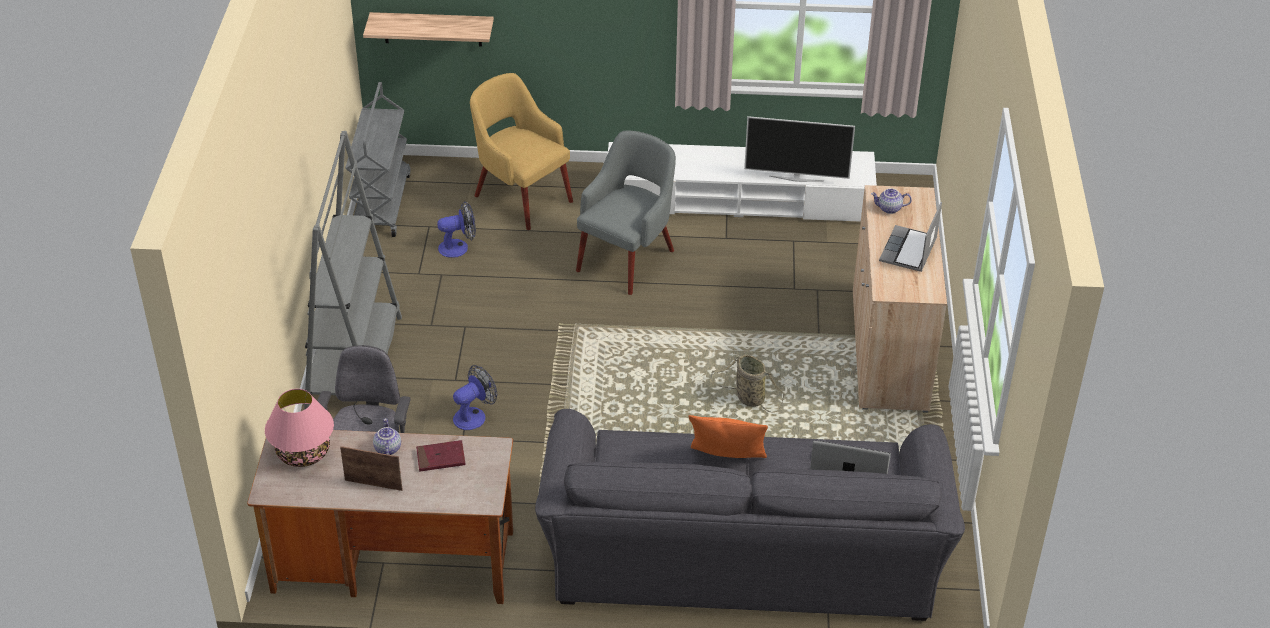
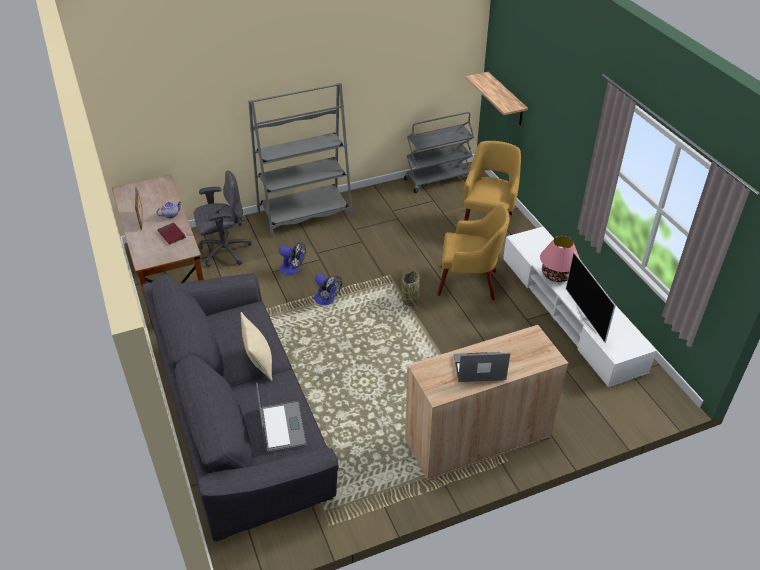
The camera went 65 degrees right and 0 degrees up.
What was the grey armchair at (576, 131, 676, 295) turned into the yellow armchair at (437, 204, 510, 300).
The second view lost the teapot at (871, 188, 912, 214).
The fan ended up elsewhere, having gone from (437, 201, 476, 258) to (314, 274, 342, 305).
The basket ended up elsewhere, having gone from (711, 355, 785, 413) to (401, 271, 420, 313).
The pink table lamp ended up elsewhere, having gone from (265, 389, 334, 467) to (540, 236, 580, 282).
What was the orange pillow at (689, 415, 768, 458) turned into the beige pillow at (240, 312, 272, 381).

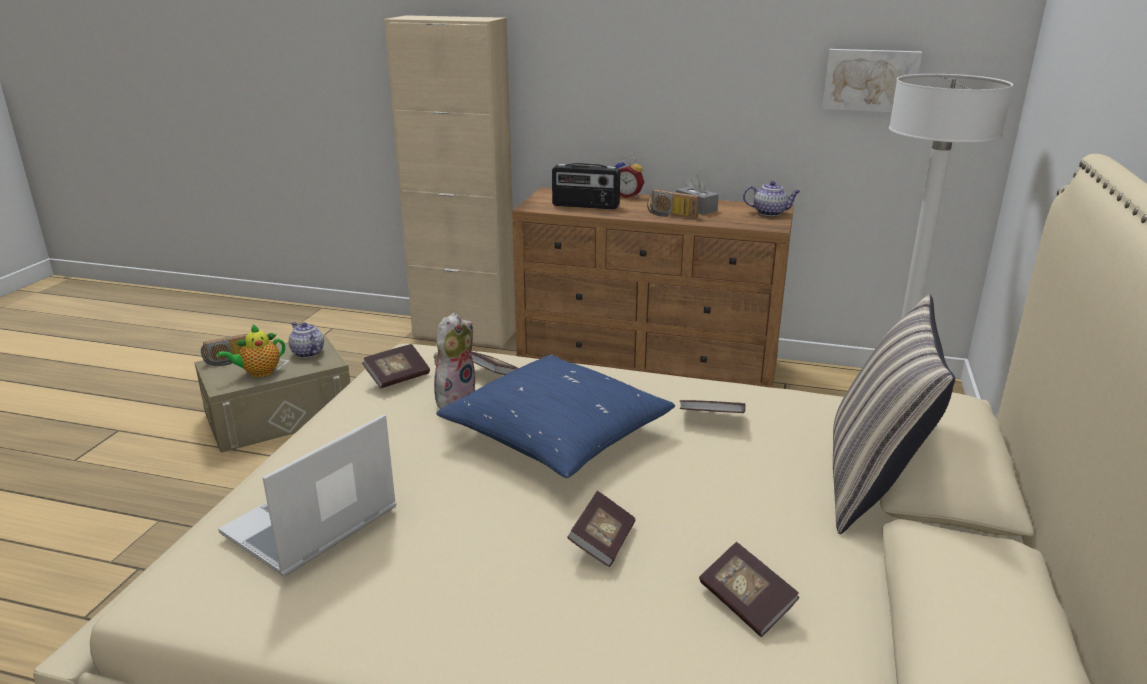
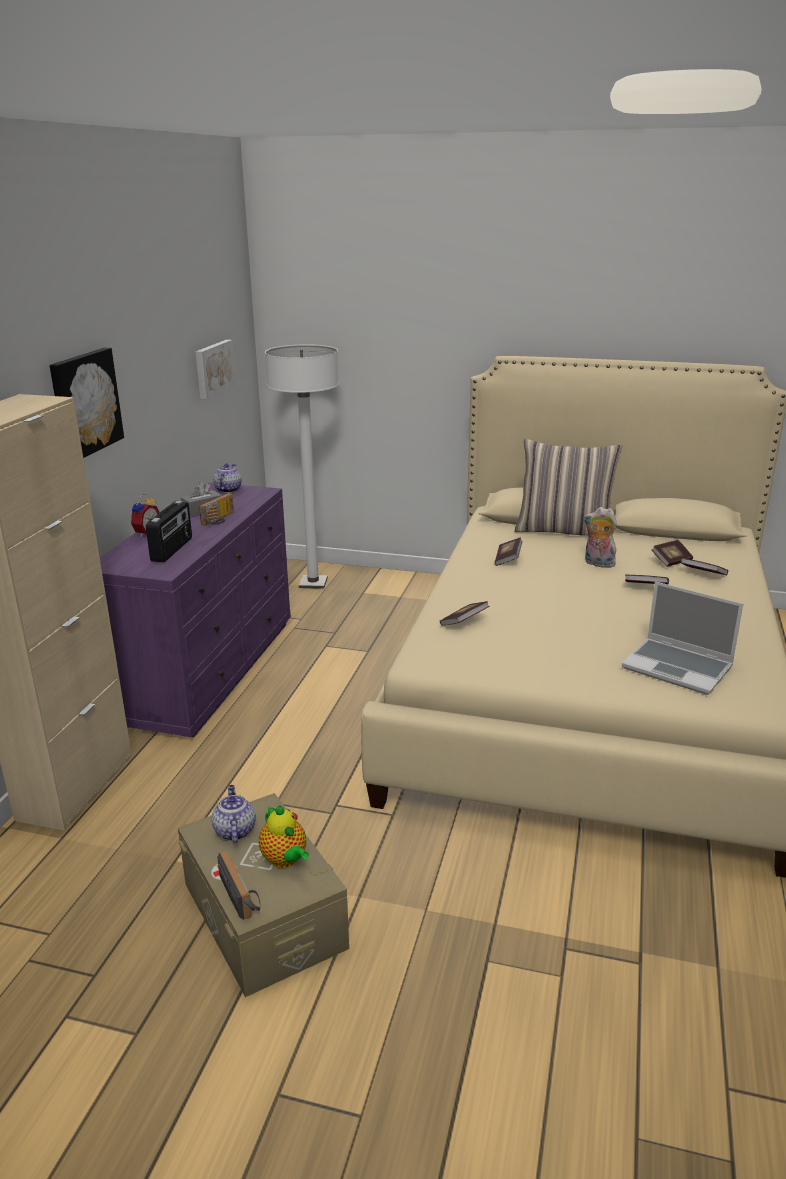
The camera went 90 degrees left and 0 degrees up.
What was the brown dresser at (512, 187, 794, 388) turned into the purple dresser at (100, 483, 291, 737).
The plush toy ended up elsewhere, having gone from (434, 313, 475, 409) to (584, 507, 617, 568).
The teapot at (289, 322, 324, 358) ended up facing another way, 120 degrees clockwise from before.
The book ended up elsewhere, having gone from (362, 344, 430, 388) to (680, 558, 728, 575).
The second view lost the blue pillow at (436, 355, 675, 478).
The second view gained the picture at (49, 348, 124, 458).

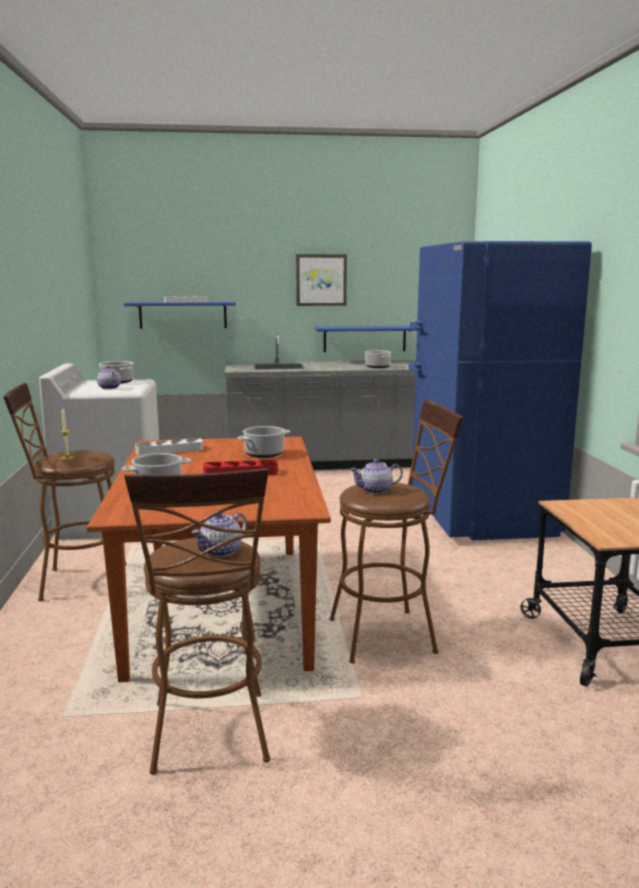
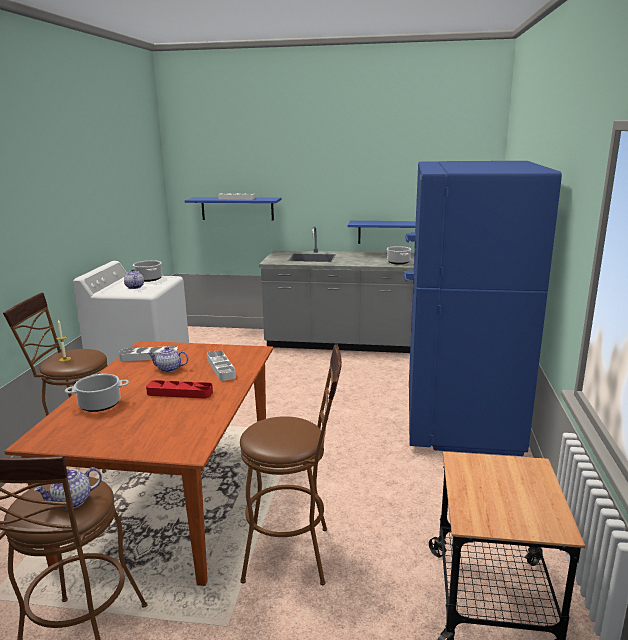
The camera went 15 degrees right and 5 degrees up.
The second view lost the picture at (296, 254, 347, 306).
Where the cooking pot stood at (237, 426, 290, 458), the grey tray came to stand at (207, 350, 236, 381).
The teapot ended up elsewhere, having gone from (350, 459, 403, 494) to (148, 347, 188, 372).

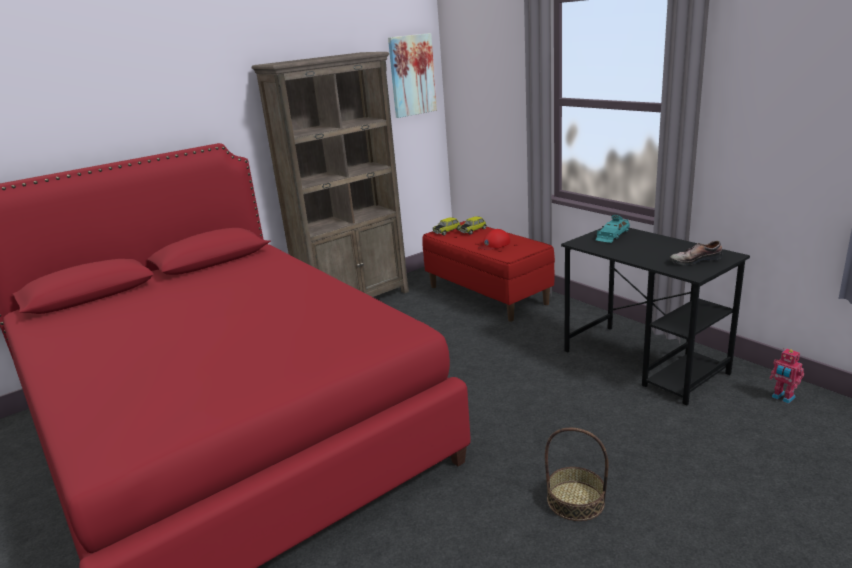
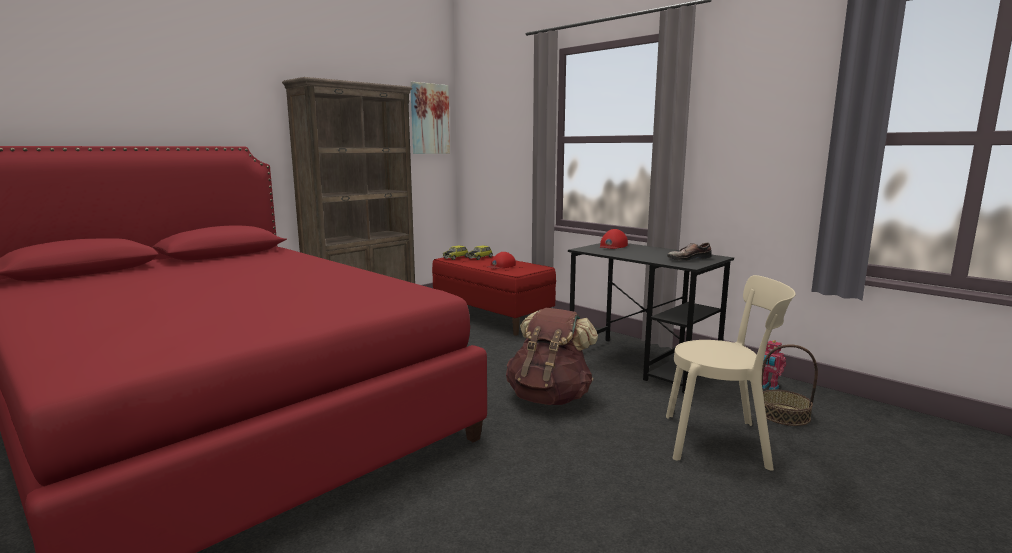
The camera went 10 degrees left and 10 degrees down.
Where the turquoise toy car stood at (596, 215, 630, 243), the red cap came to stand at (599, 229, 628, 249).
The basket ended up elsewhere, having gone from (545, 428, 608, 521) to (762, 344, 818, 426).
The second view gained the beige chair at (666, 275, 796, 471).
The second view gained the brown backpack at (506, 308, 598, 405).

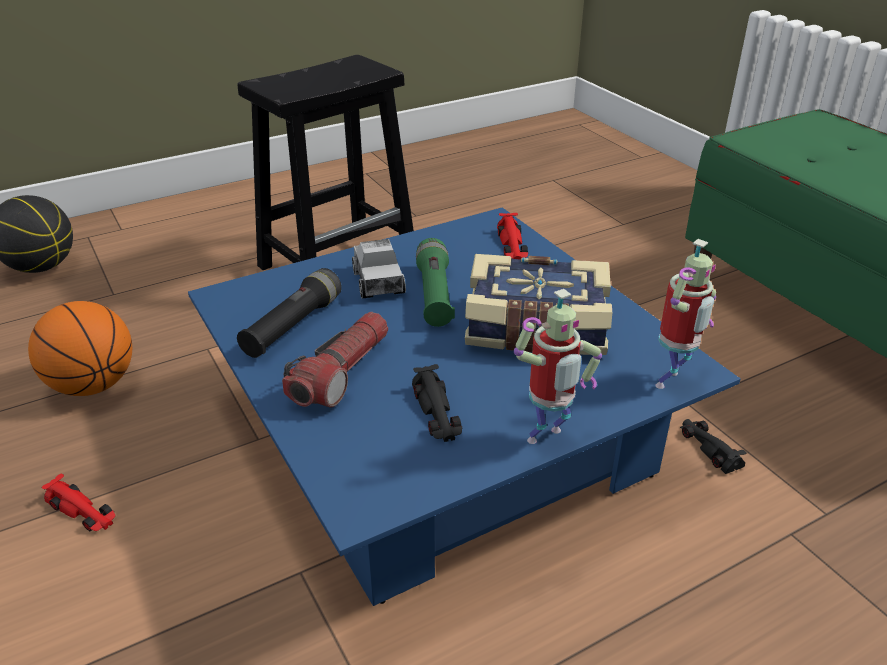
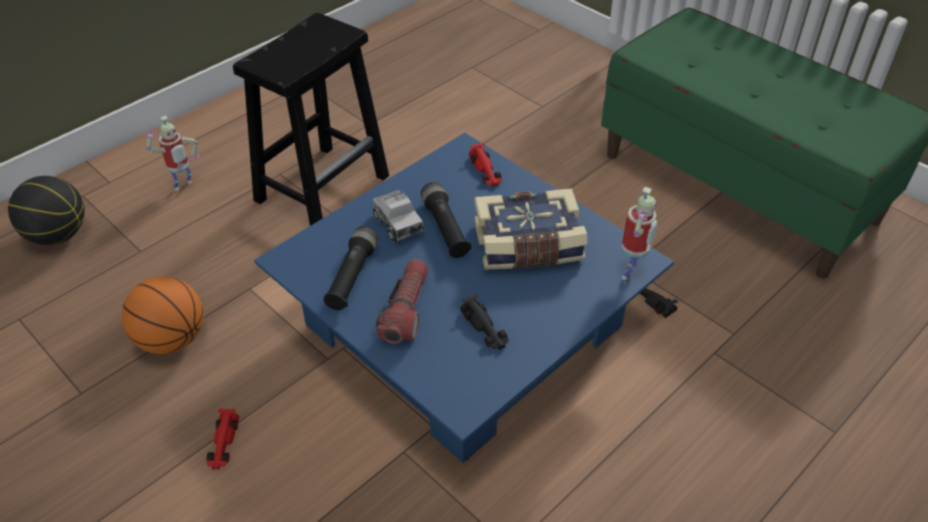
The camera went 15 degrees left and 10 degrees up.
What was the green flashlight at (416, 238, 455, 327) turned into the black flashlight at (421, 182, 471, 258).
The toy robot ended up elsewhere, having gone from (514, 289, 602, 444) to (147, 116, 199, 191).
The red toy car at (41, 473, 115, 532) ended up facing another way, 75 degrees clockwise from before.

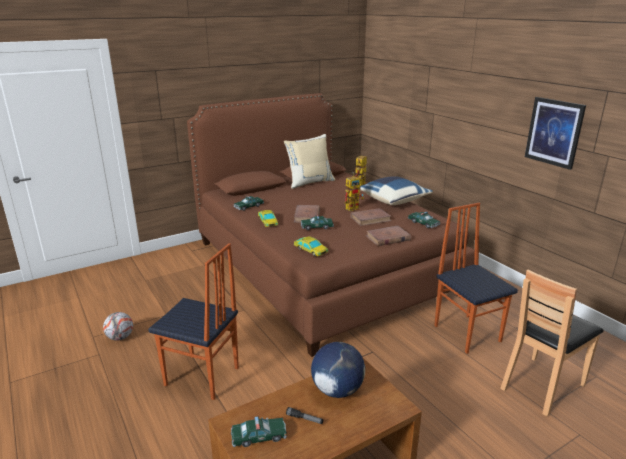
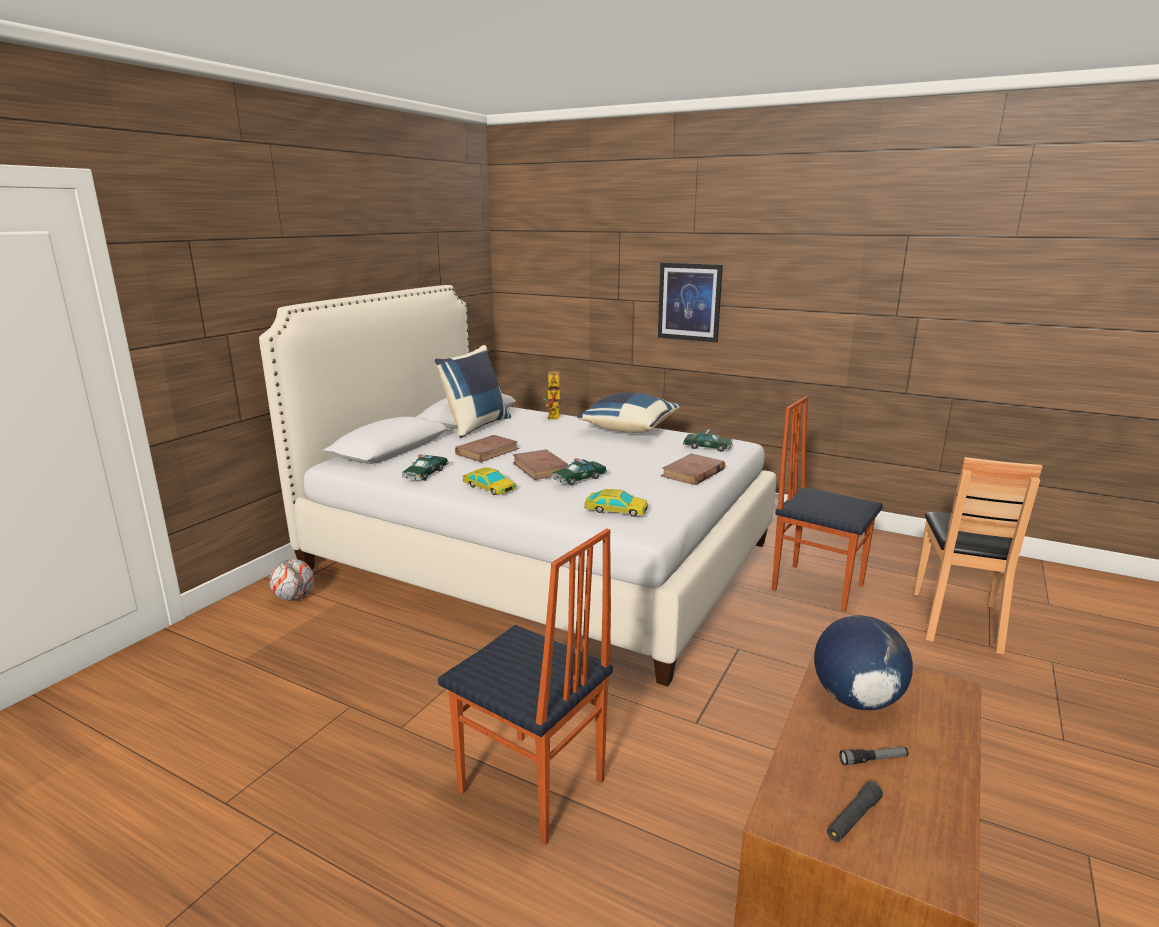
The camera went 30 degrees left and 5 degrees down.
What was the brown bed at (187, 93, 475, 357) turned into the white bed at (259, 285, 776, 687).
The picture ended up elsewhere, having gone from (525, 97, 586, 170) to (658, 263, 723, 342).
What was the beige pillow at (284, 134, 335, 189) turned into the blue pillow at (434, 345, 511, 438).
The second view lost the toy robot at (344, 175, 364, 211).
The brown book ended up elsewhere, having gone from (350, 208, 392, 226) to (455, 435, 519, 462).
The chair at (148, 243, 239, 400) ended up facing another way, 45 degrees clockwise from before.
The football ended up elsewhere, having gone from (103, 312, 133, 341) to (269, 559, 314, 601).
Where the toy car stood at (231, 417, 287, 447), the black flashlight came to stand at (827, 782, 883, 842).

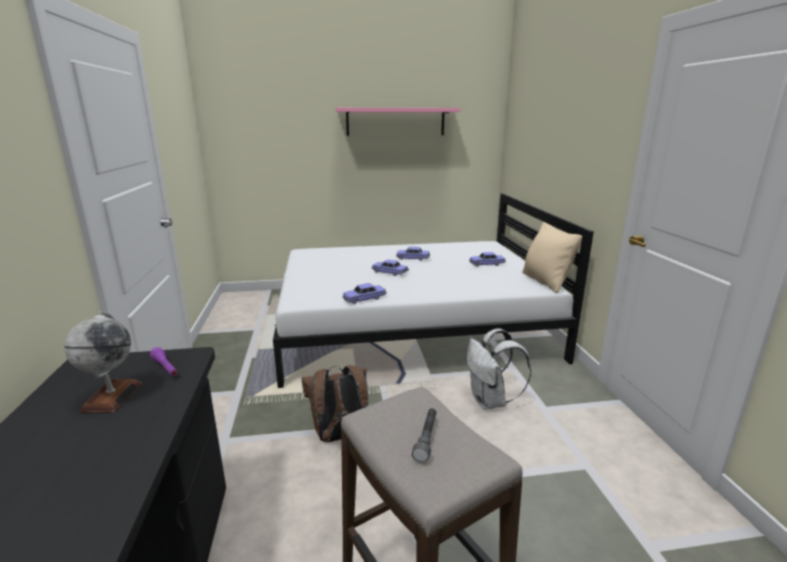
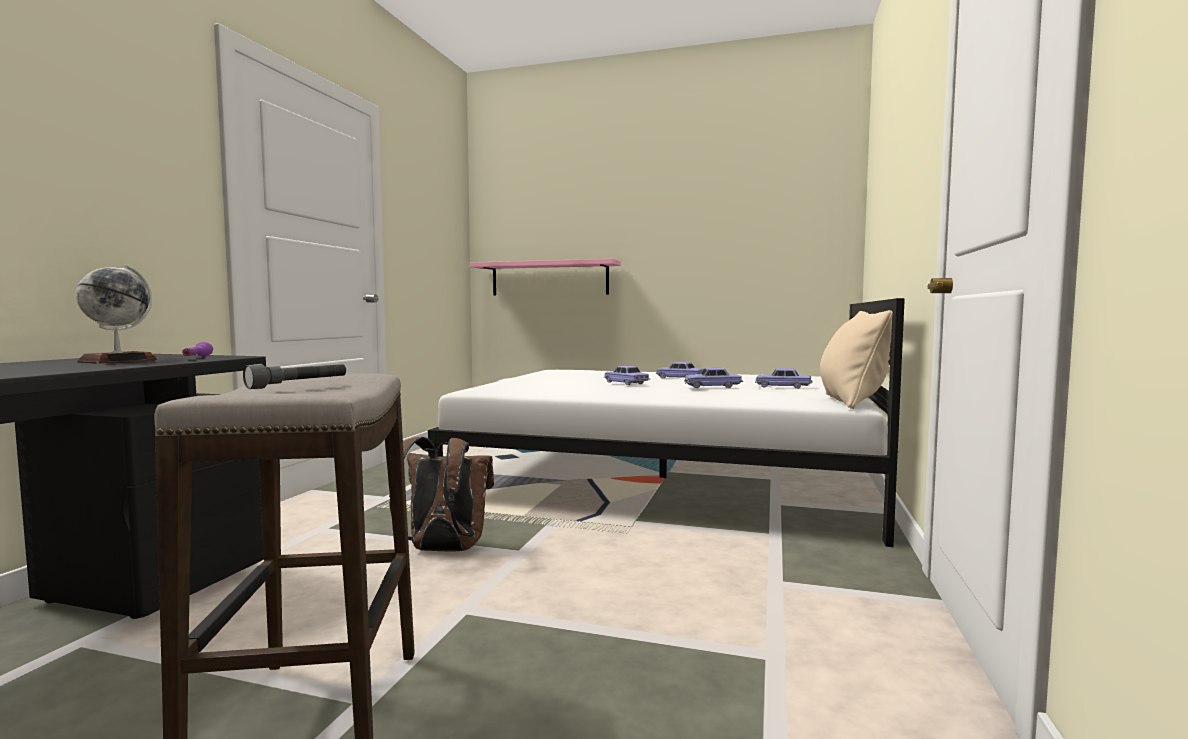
The camera went 25 degrees right and 15 degrees down.
The pink shelf ended up elsewhere, having gone from (336, 108, 460, 136) to (470, 259, 621, 296).
The toy car ended up elsewhere, having gone from (342, 283, 387, 304) to (684, 368, 743, 388).
The second view lost the white backpack at (467, 329, 531, 409).

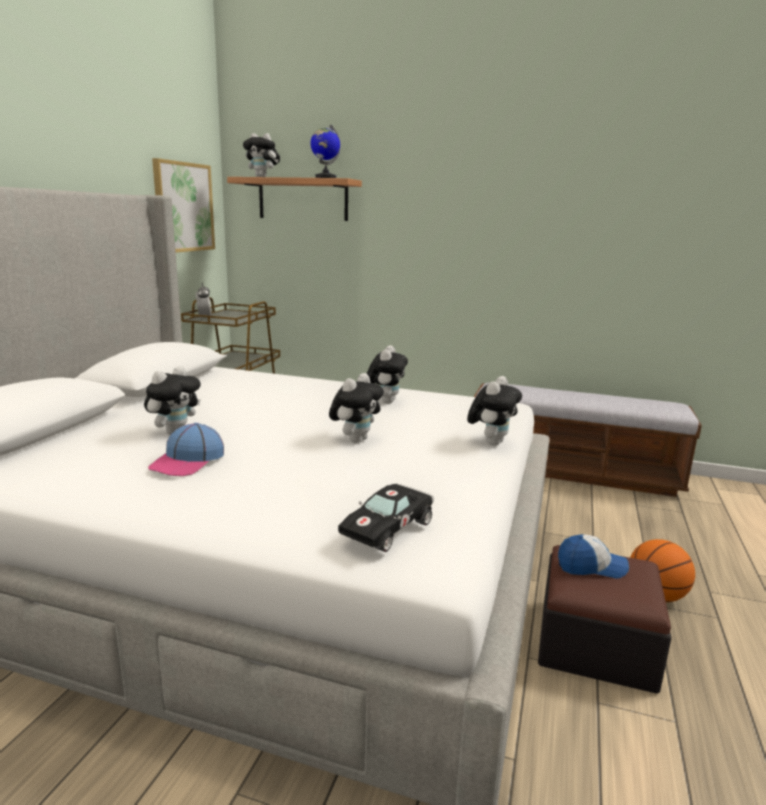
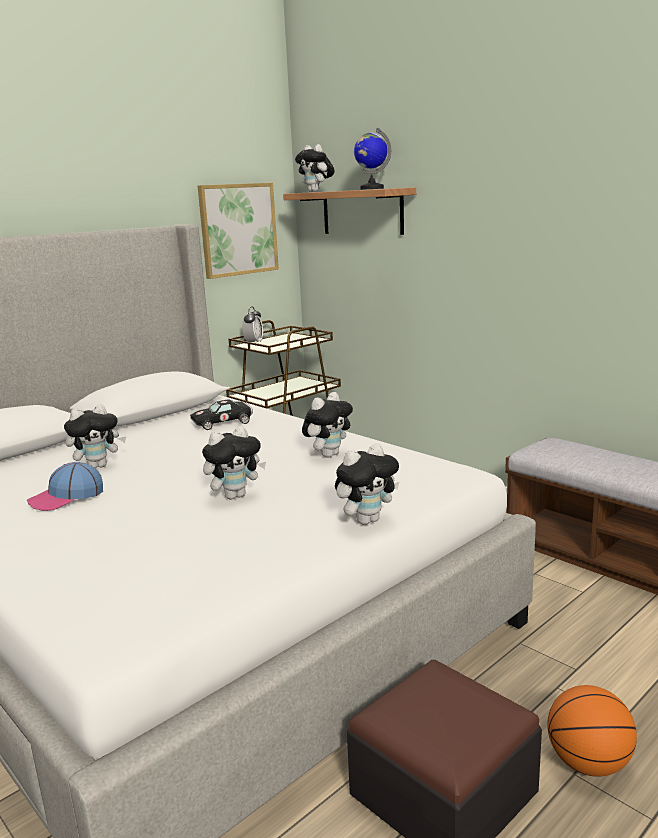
The camera went 30 degrees right and 0 degrees up.
The black toy car ended up elsewhere, having gone from (338, 483, 434, 552) to (190, 399, 253, 430).
The second view lost the cap at (558, 534, 629, 579).

